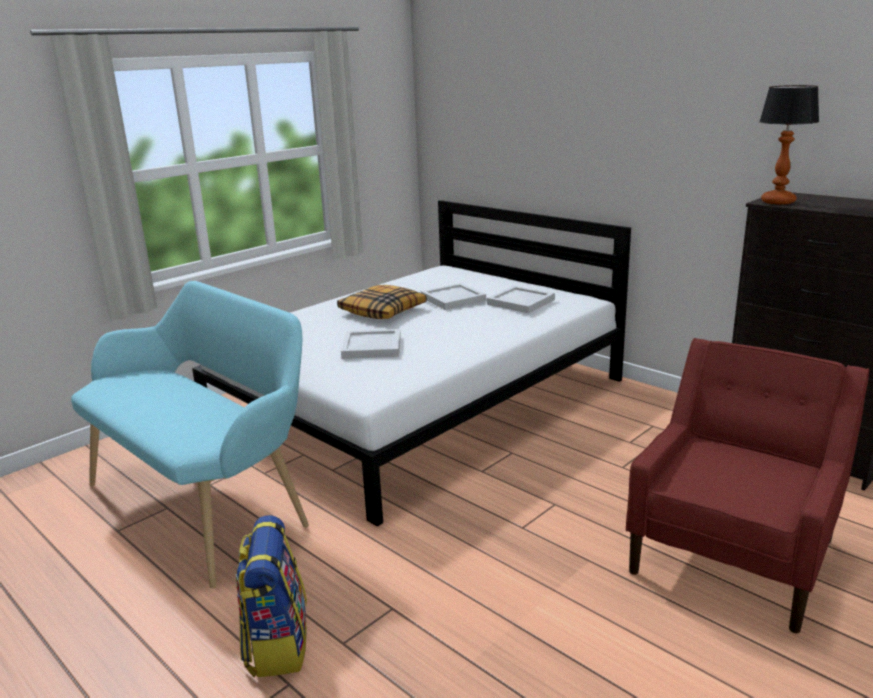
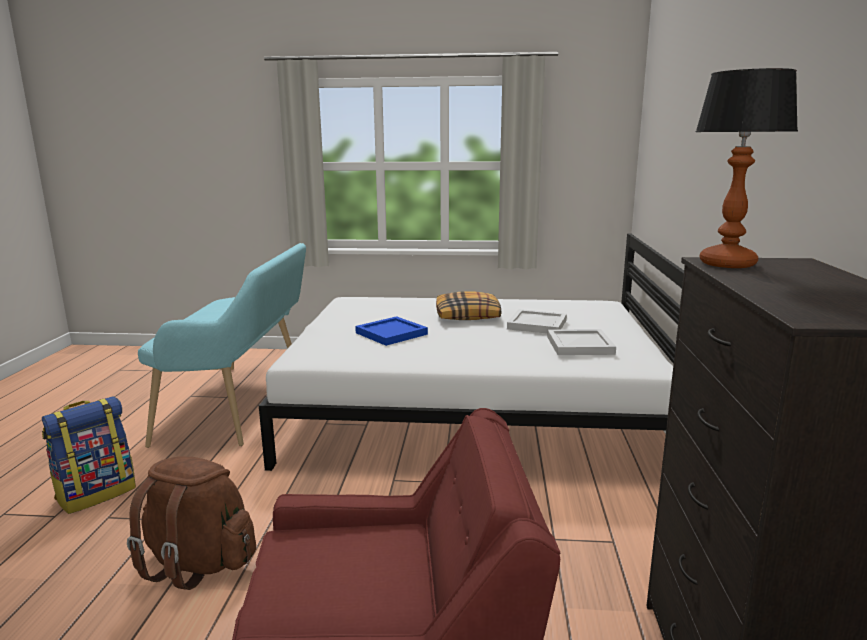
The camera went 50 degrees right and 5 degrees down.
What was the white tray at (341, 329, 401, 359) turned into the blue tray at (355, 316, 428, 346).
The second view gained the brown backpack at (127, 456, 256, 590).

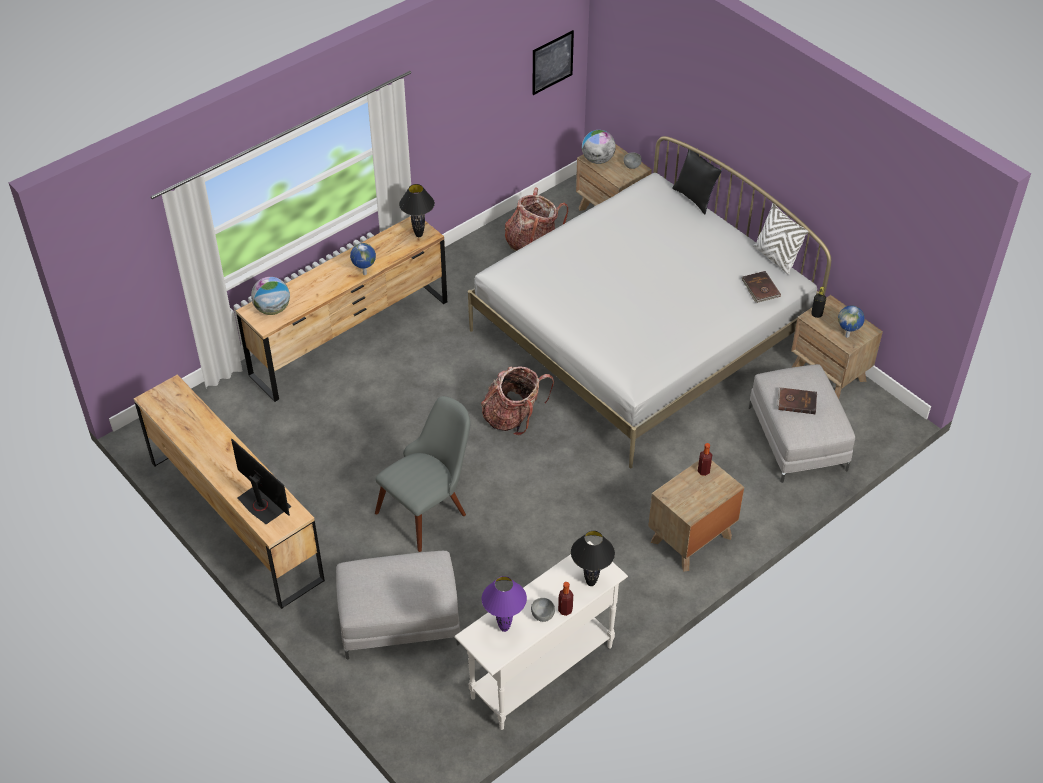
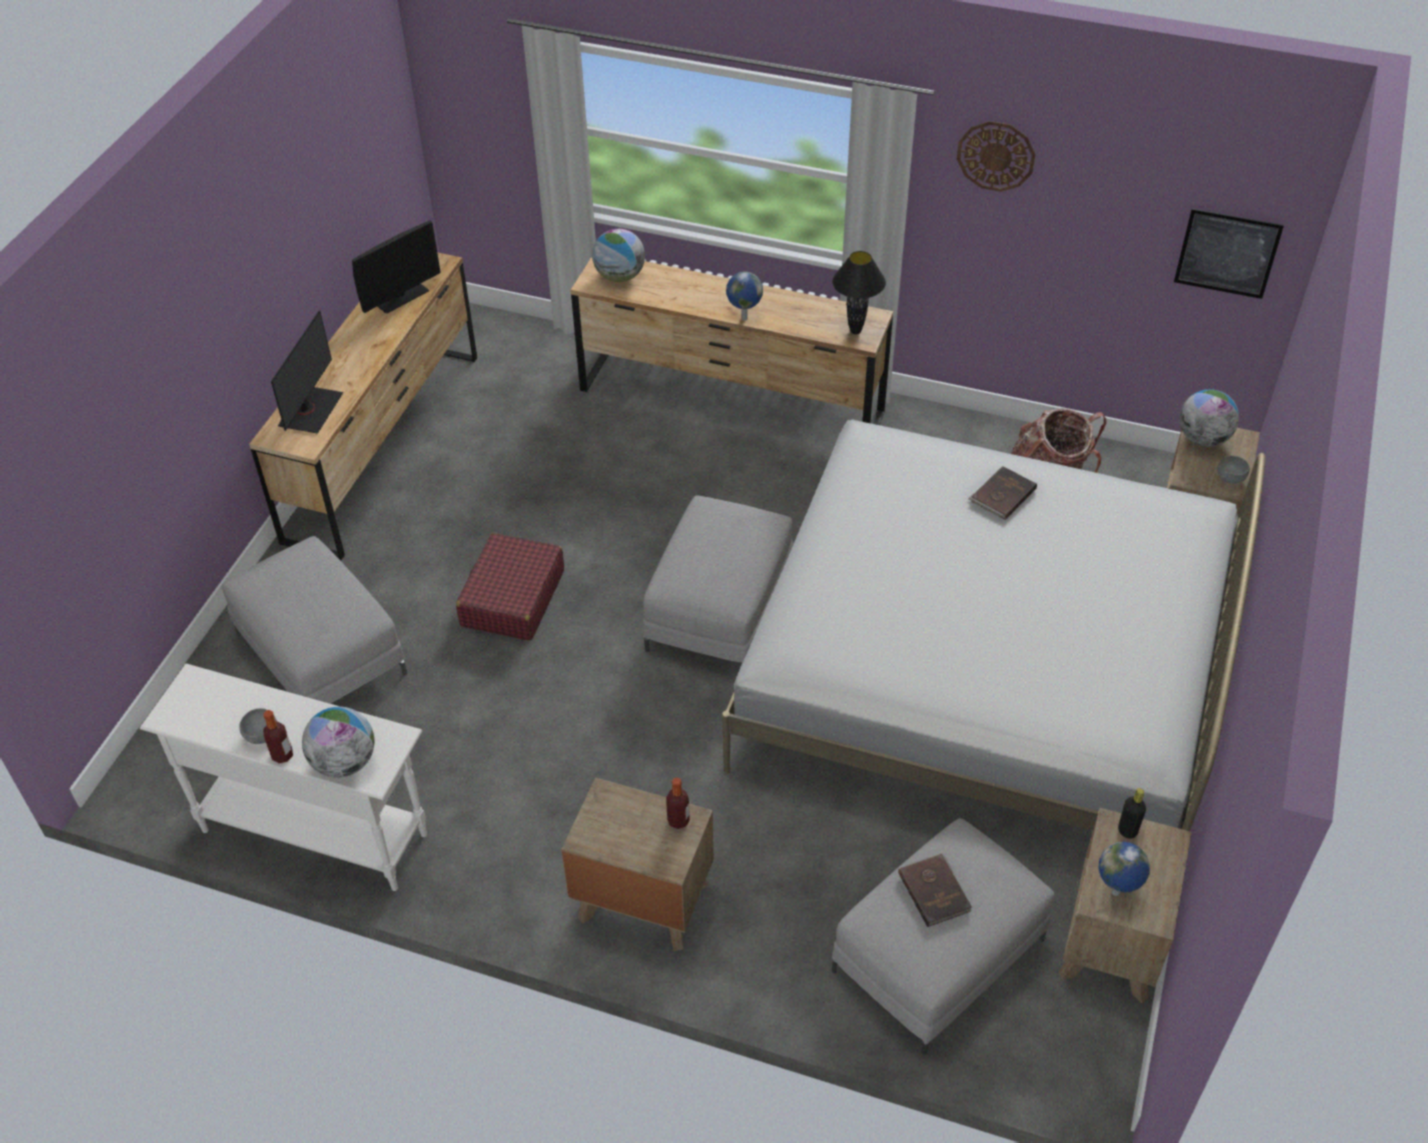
The camera went 60 degrees right and 0 degrees up.
The second view lost the black pillow at (672, 149, 722, 214).
The second view lost the white pillow at (753, 203, 809, 275).
The brown book ended up elsewhere, having gone from (742, 271, 781, 303) to (968, 466, 1037, 520).
Where the backpack stood at (481, 366, 554, 435), the grey ottoman came to stand at (643, 495, 793, 664).
Where the grey chair stood at (375, 396, 471, 552), the red suitcase came to stand at (456, 533, 564, 641).
Where the black table lamp stood at (571, 531, 615, 586), the globe came to stand at (302, 707, 374, 778).
The second view lost the purple table lamp at (481, 576, 527, 632).
The second view gained the wall clock at (957, 121, 1035, 192).
The second view gained the monitor at (352, 220, 441, 314).

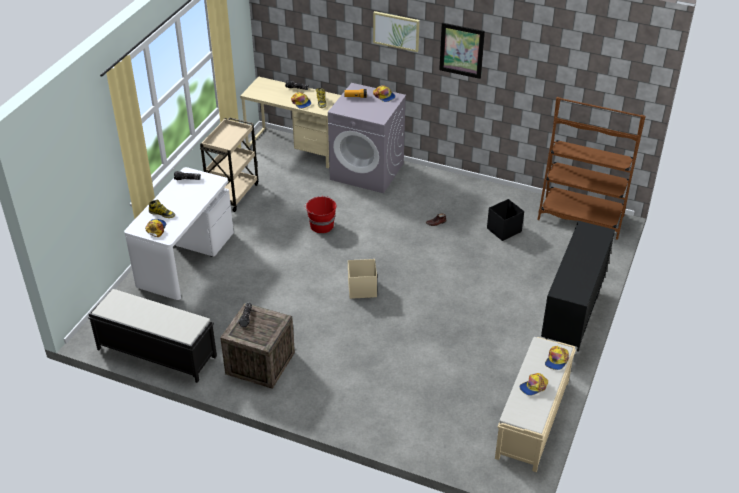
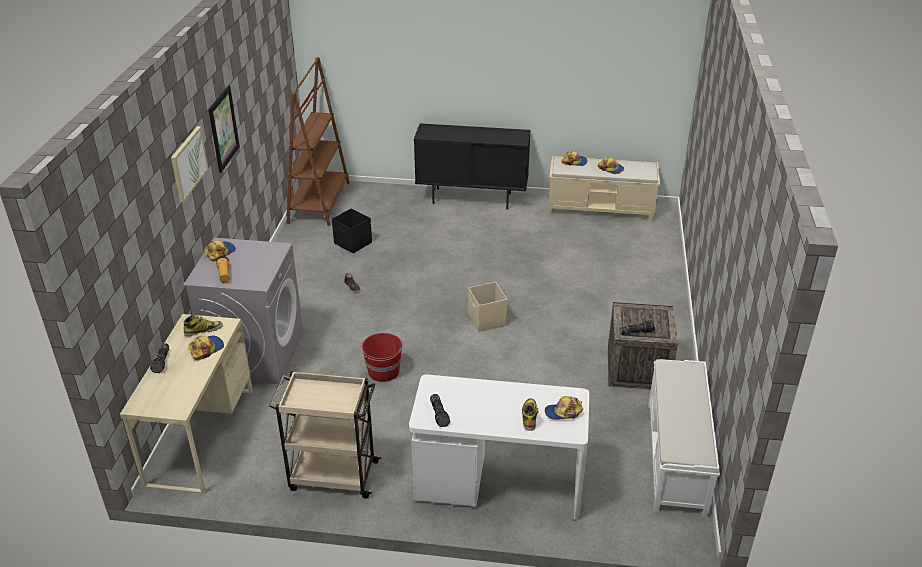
The camera went 105 degrees left and 5 degrees down.
What was the black bench at (88, 289, 217, 383) turned into the white bench at (648, 359, 720, 518).

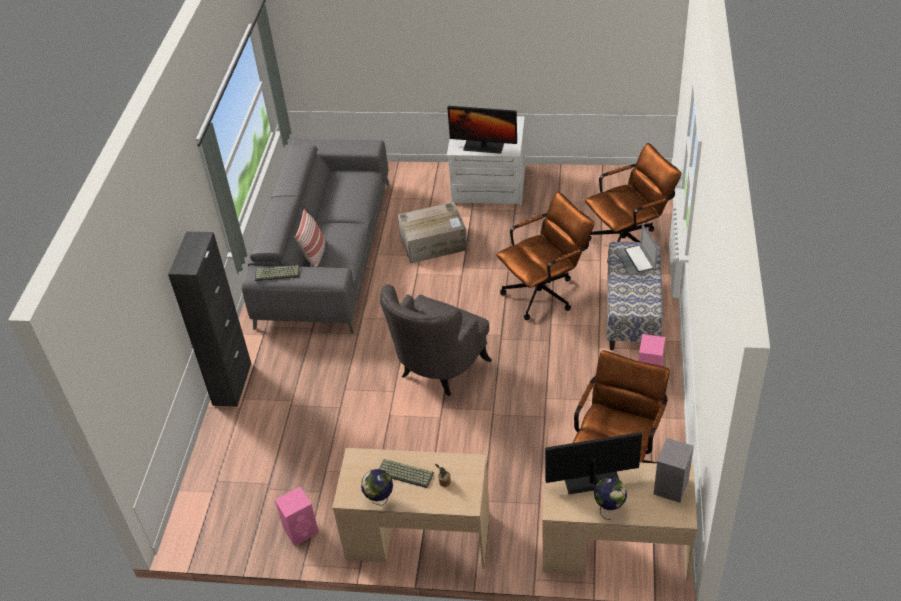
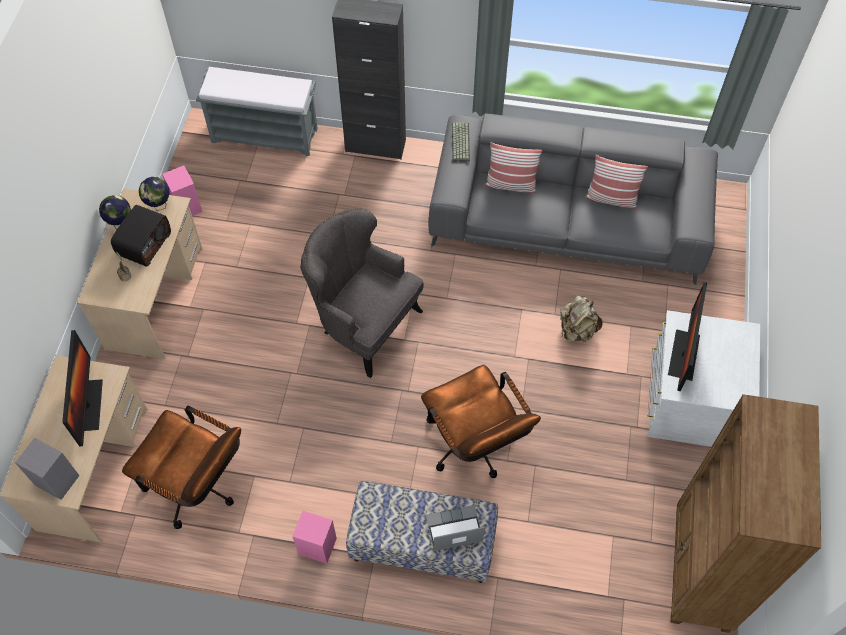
The camera went 90 degrees right and 15 degrees up.
The second view lost the brown office chair at (585, 143, 682, 263).
Where the cardboard box stood at (398, 202, 467, 264), the beige backpack came to stand at (560, 296, 603, 342).
Where the keyboard stood at (379, 459, 434, 488), the radio came to stand at (111, 205, 171, 267).
The globe ended up elsewhere, having gone from (594, 477, 627, 520) to (139, 177, 170, 211).
The second view gained the grey bench at (196, 67, 318, 156).
The second view gained the pillow at (585, 155, 648, 209).
The second view gained the brown bookcase at (671, 394, 821, 633).

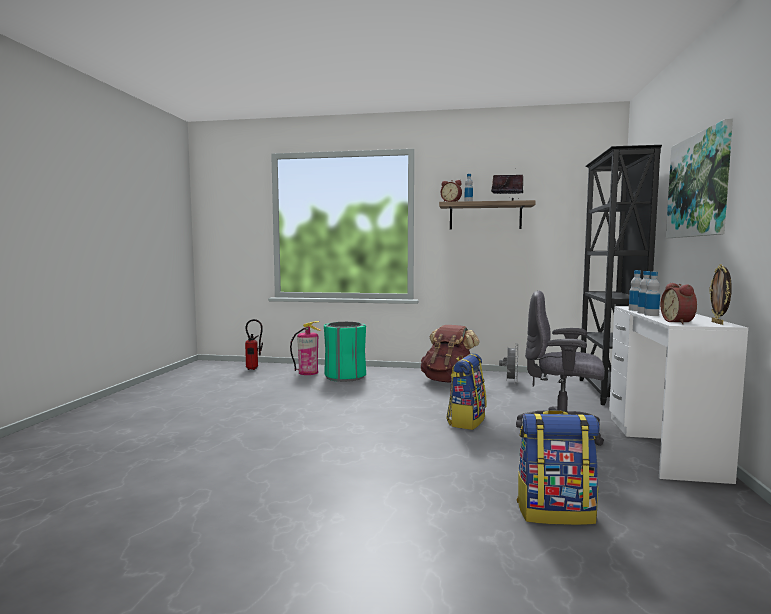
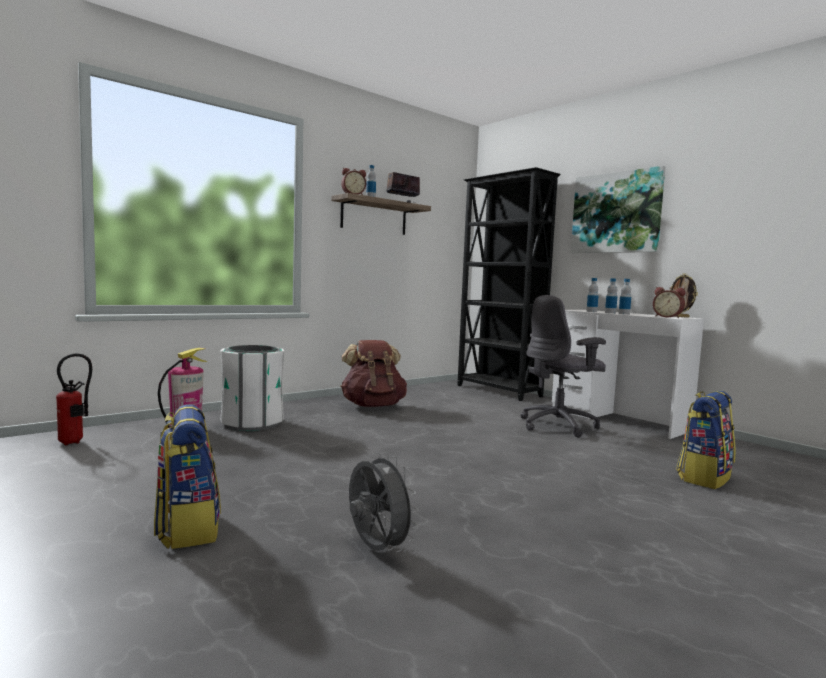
The camera went 50 degrees left and 0 degrees up.
What was the green trash can at (324, 322, 366, 382) turned into the white trash can at (221, 345, 284, 431).
The grey fan ended up elsewhere, having gone from (499, 345, 518, 384) to (349, 452, 418, 552).
The backpack ended up elsewhere, having gone from (446, 353, 487, 430) to (154, 405, 221, 549).

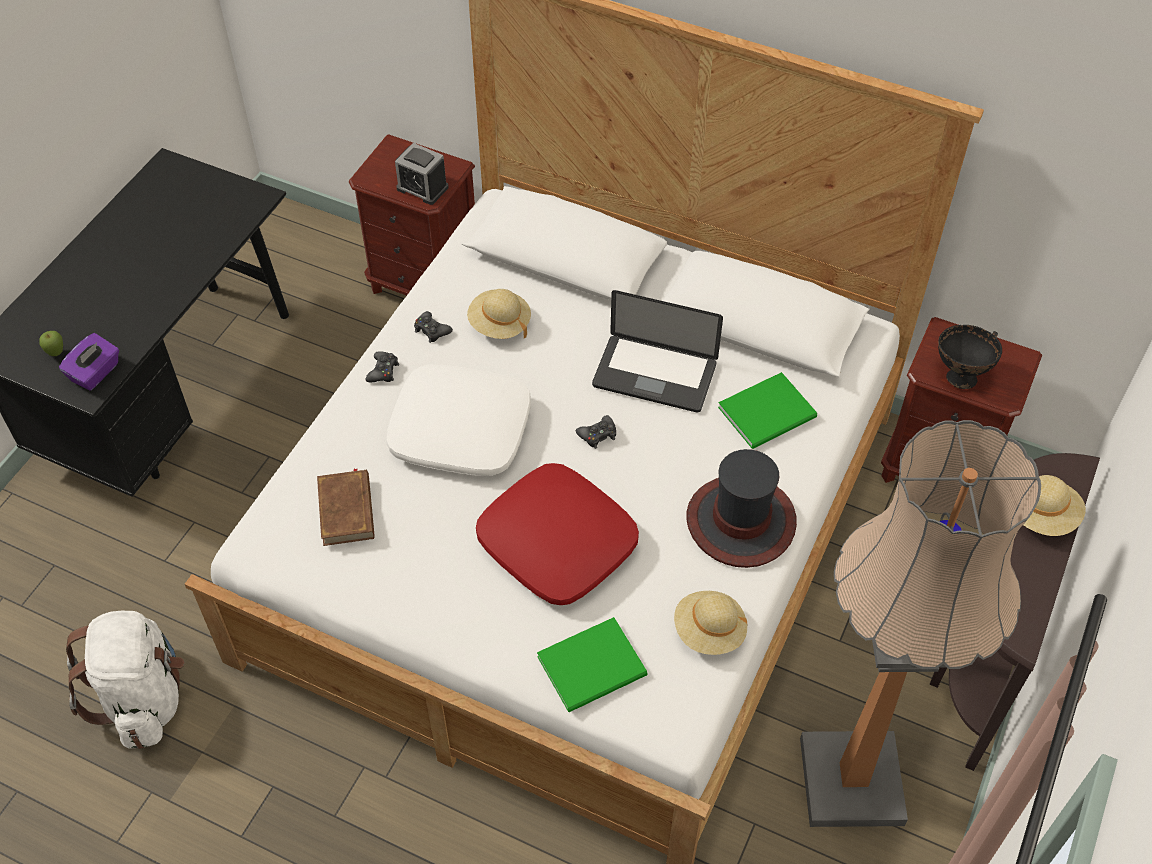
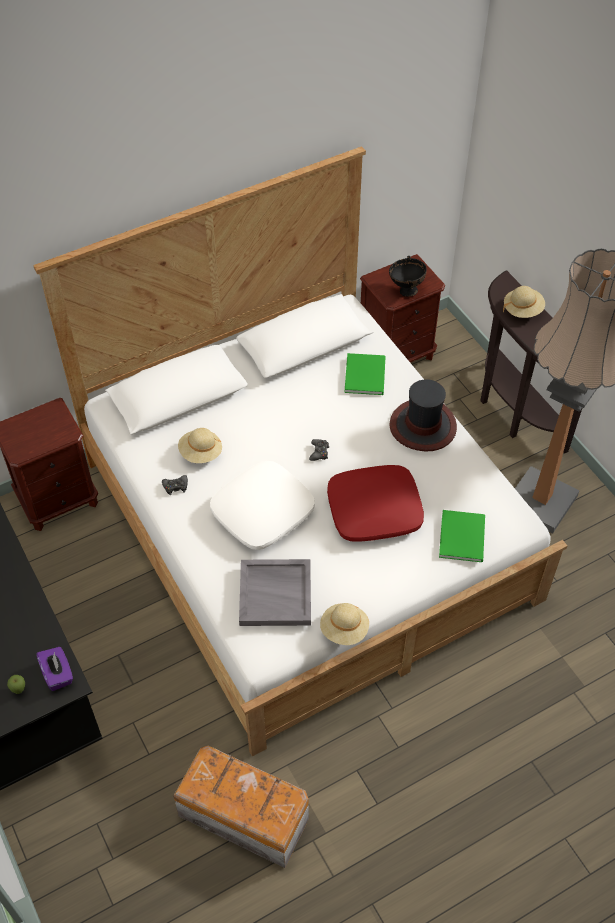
The camera went 55 degrees left and 0 degrees up.
The second view lost the alarm clock at (395, 143, 449, 205).
The second view lost the laptop at (592, 290, 723, 413).
The second view lost the black game controller at (365, 351, 399, 382).
Where the brown book stood at (317, 468, 375, 546), the grey tray came to stand at (239, 559, 311, 626).
The beige hat ended up elsewhere, having gone from (674, 591, 748, 655) to (320, 603, 369, 645).
Where the white backpack stood at (66, 611, 185, 749), the storage box came to stand at (173, 745, 309, 868).

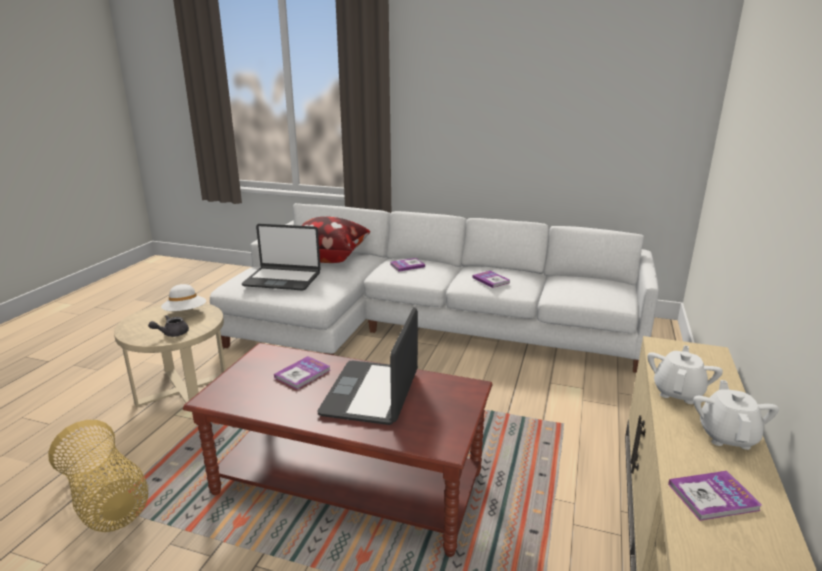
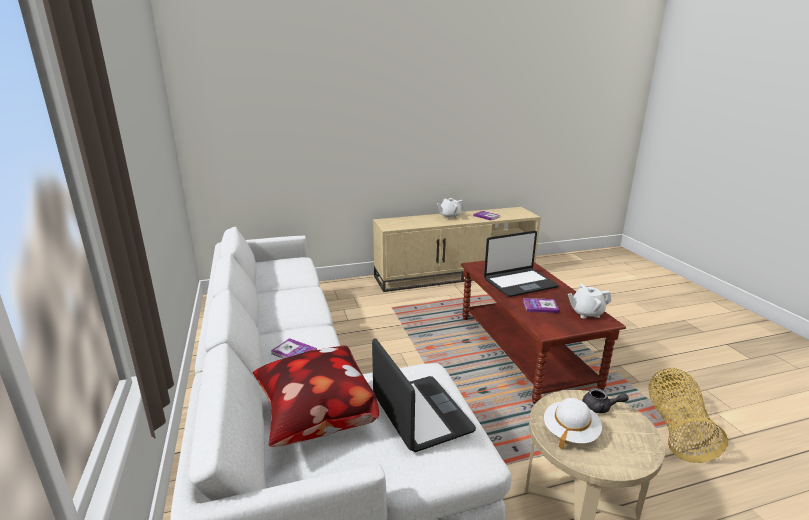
The camera went 125 degrees left and 0 degrees up.
The second view lost the book at (472, 271, 510, 288).
The white teapot ended up elsewhere, having gone from (647, 345, 723, 404) to (568, 284, 611, 318).

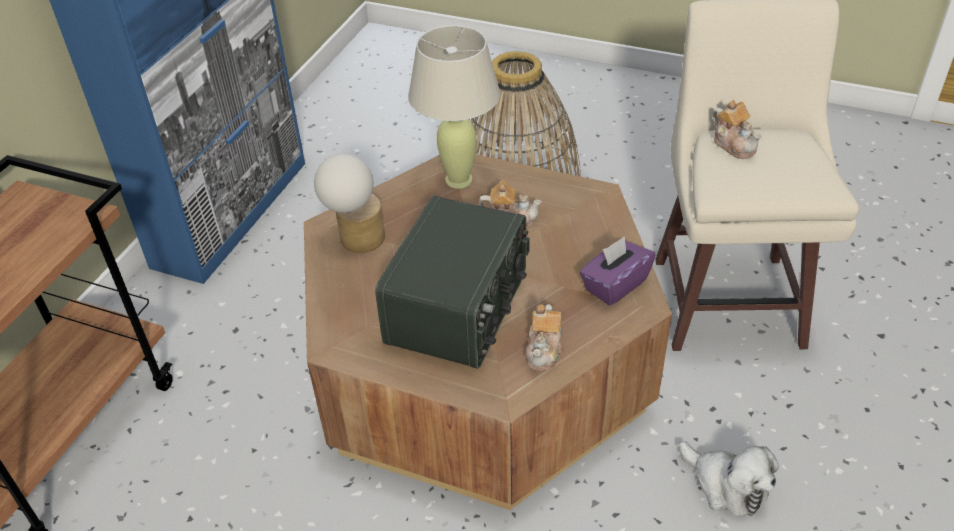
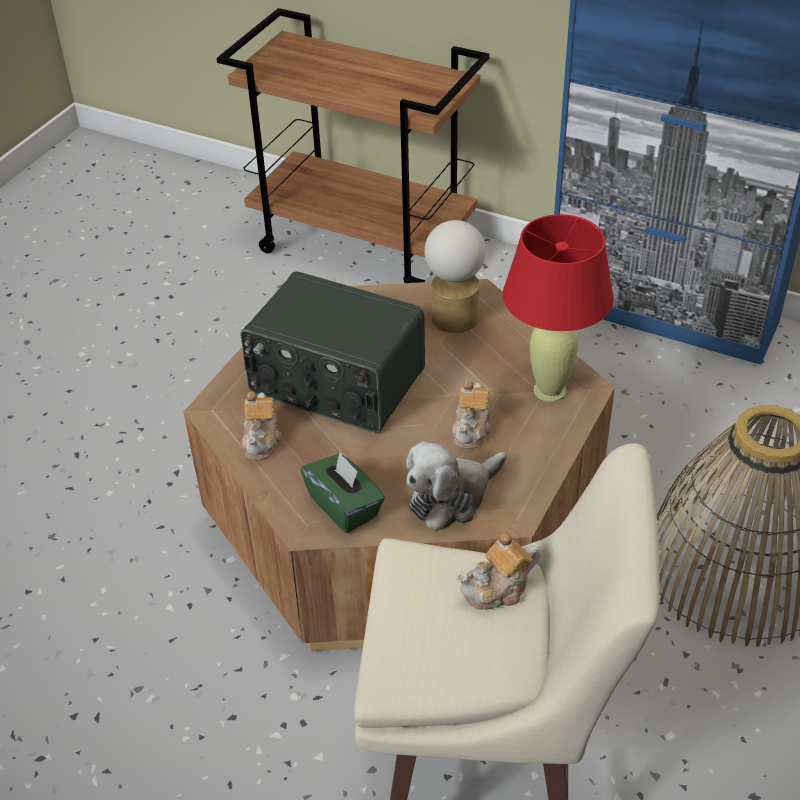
The camera went 95 degrees right and 0 degrees up.
What was the beige table lamp at (408, 25, 500, 189) turned into the red table lamp at (503, 214, 614, 402).
What was the purple tissue box at (580, 236, 656, 306) turned into the green tissue box at (301, 452, 385, 533).
The teapot at (525, 304, 564, 371) ended up facing another way, 105 degrees counterclockwise from before.
The plush toy ended up elsewhere, having gone from (679, 441, 779, 516) to (406, 441, 506, 531).

